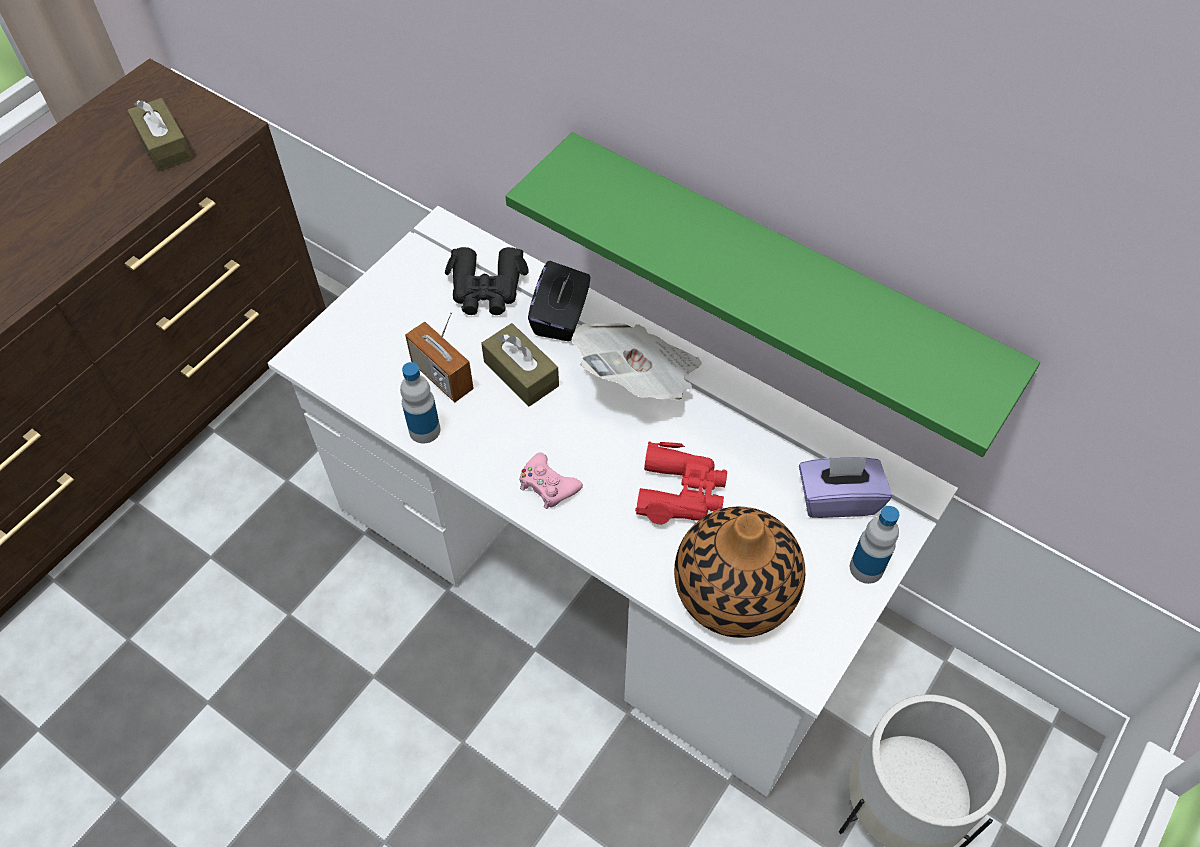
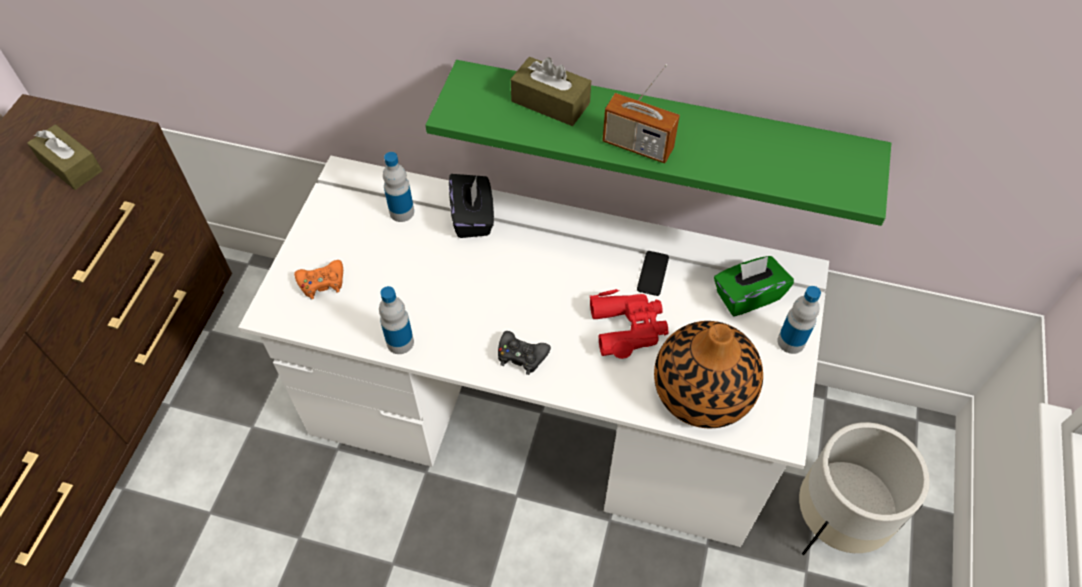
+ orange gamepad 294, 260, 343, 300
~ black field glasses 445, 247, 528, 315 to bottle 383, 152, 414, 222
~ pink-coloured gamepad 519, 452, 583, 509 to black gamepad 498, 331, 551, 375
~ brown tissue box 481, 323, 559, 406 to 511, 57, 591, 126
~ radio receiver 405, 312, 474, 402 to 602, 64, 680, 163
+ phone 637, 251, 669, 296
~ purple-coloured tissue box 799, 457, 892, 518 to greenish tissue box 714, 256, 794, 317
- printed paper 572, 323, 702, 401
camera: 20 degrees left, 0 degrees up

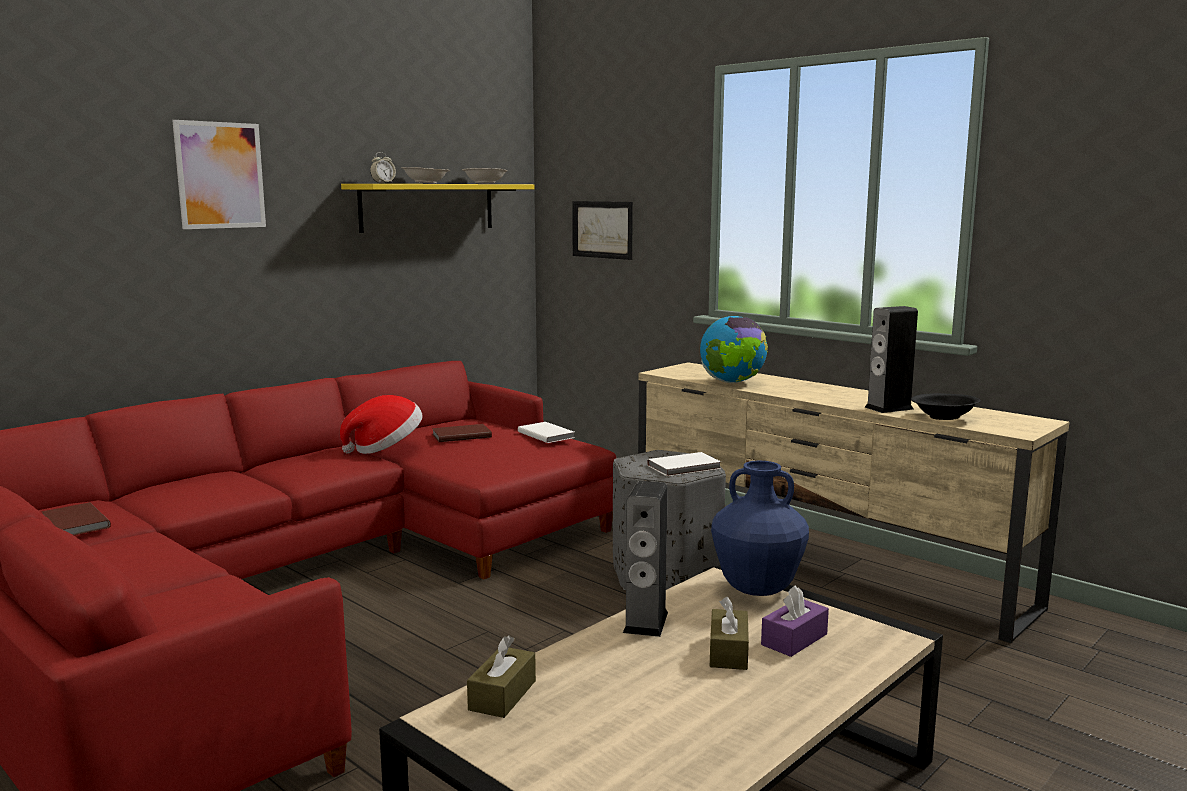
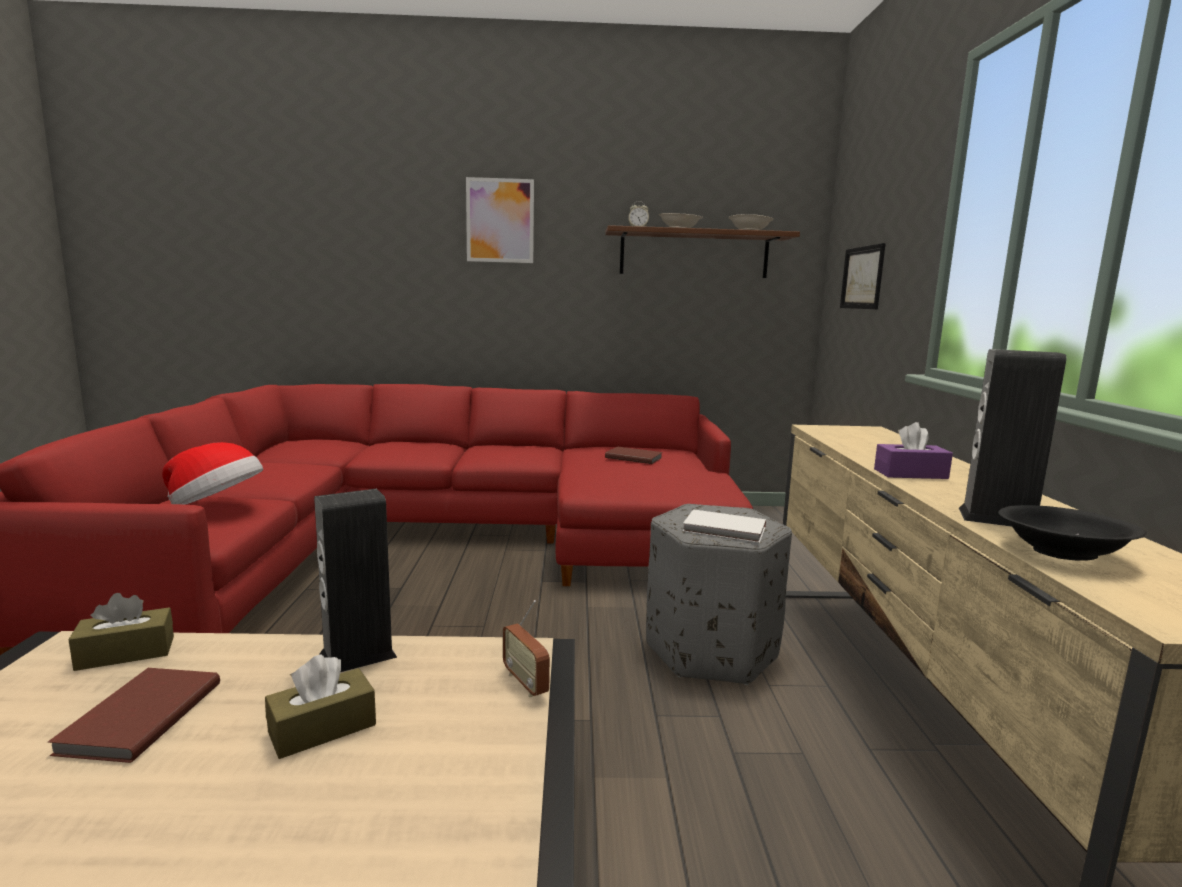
~ brown bound book 42, 502, 111, 535 to 48, 668, 220, 763
~ clothing hat 340, 395, 423, 454 to 162, 442, 263, 505
~ blue-coloured flower vase 711, 461, 809, 596 to radio receiver 503, 600, 550, 697
~ yellow bracket shelf 341, 184, 534, 233 to brown bracket shelf 605, 225, 800, 278
~ purple-coloured tissue box 761, 585, 829, 657 to 874, 422, 953, 479
- white bound book 518, 422, 575, 443
- desk globe 700, 316, 768, 383
camera: 45 degrees right, 0 degrees up

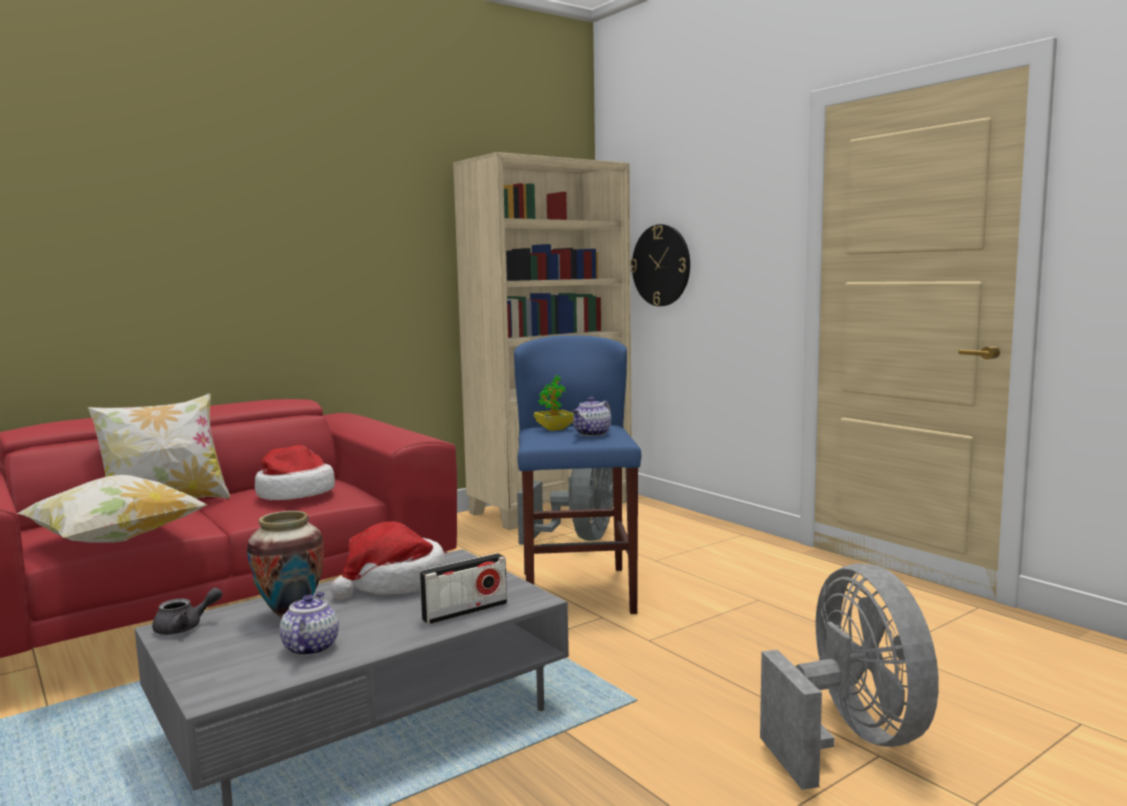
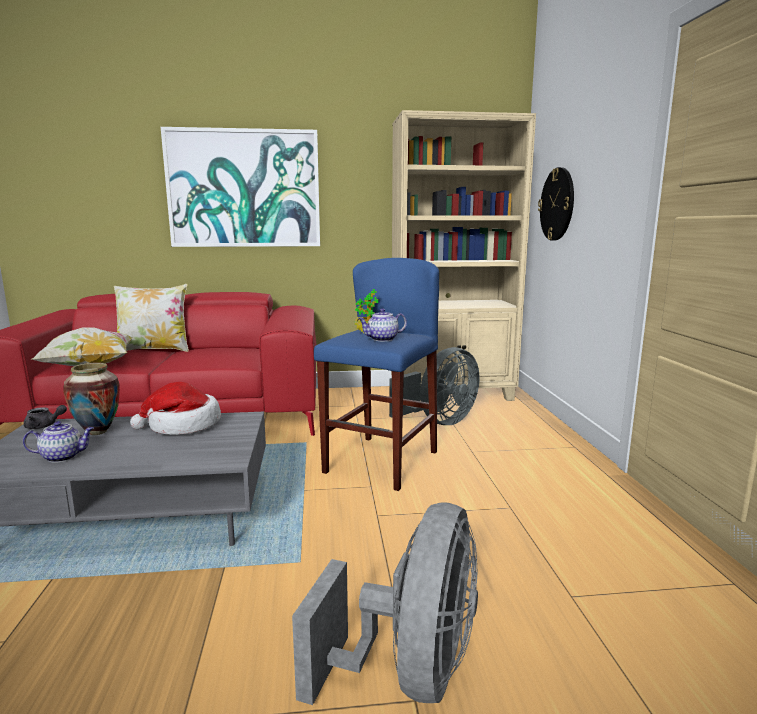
~ teapot 280, 592, 339, 656 = 23, 421, 94, 463 45 degrees clockwise
+ wall picture 161, 127, 320, 247
- clothing hat 255, 445, 335, 500
- radio receiver 419, 553, 507, 625
camera: 30 degrees right, 5 degrees up

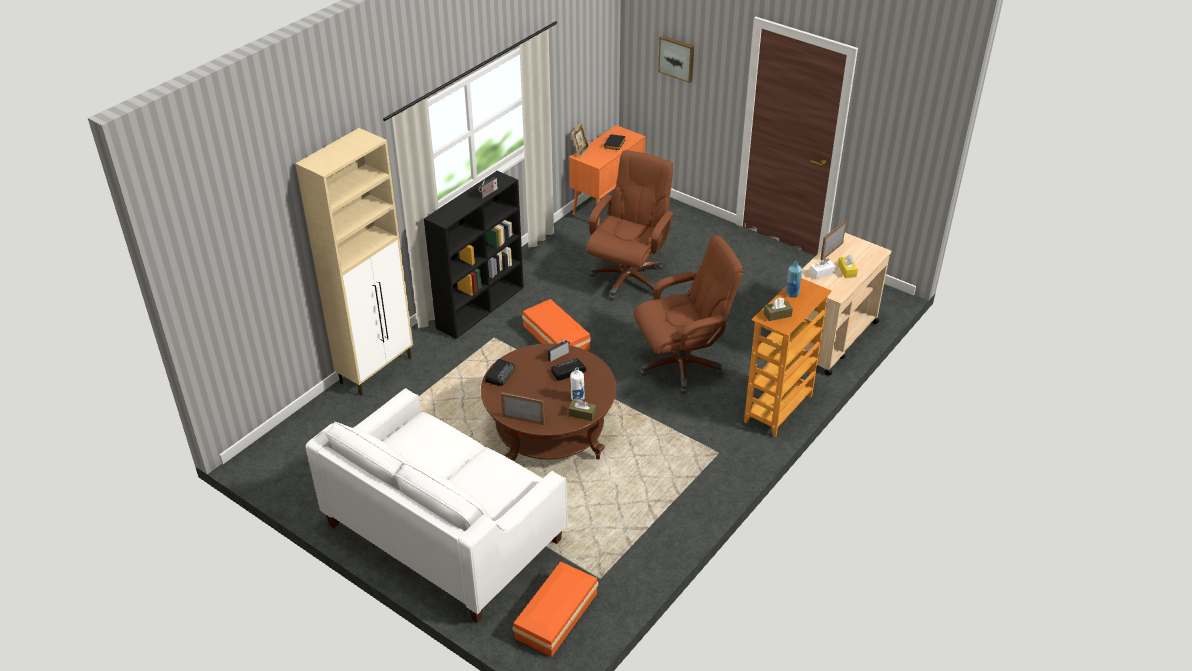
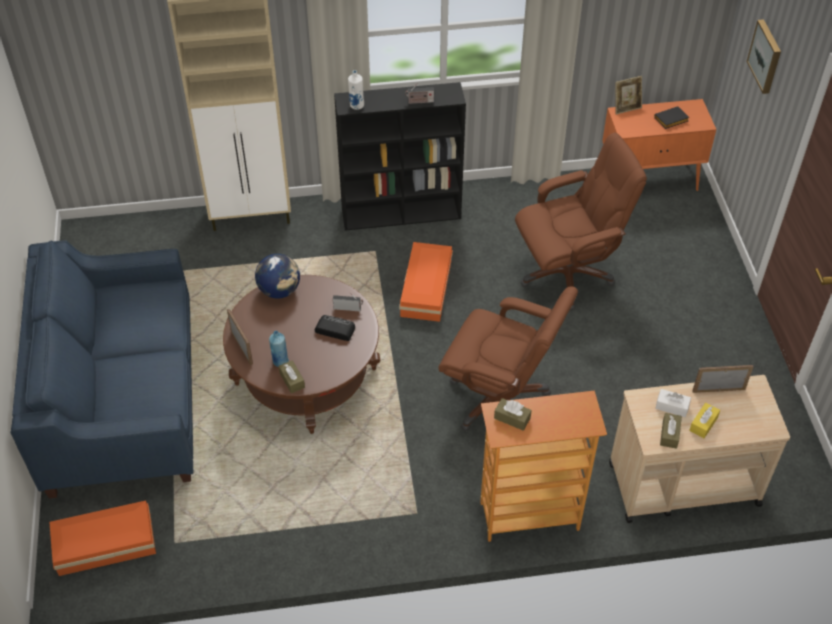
~ white couch 305, 388, 568, 623 to blue-coloured couch 11, 240, 193, 498
~ radio receiver 485, 359, 515, 386 to desk globe 255, 254, 300, 299
~ blue-coloured bottle 786, 261, 802, 297 to 269, 331, 289, 367
~ white bottle 570, 368, 585, 401 to 348, 70, 364, 110
+ brown tissue box 660, 413, 682, 449
camera: 45 degrees right, 10 degrees up

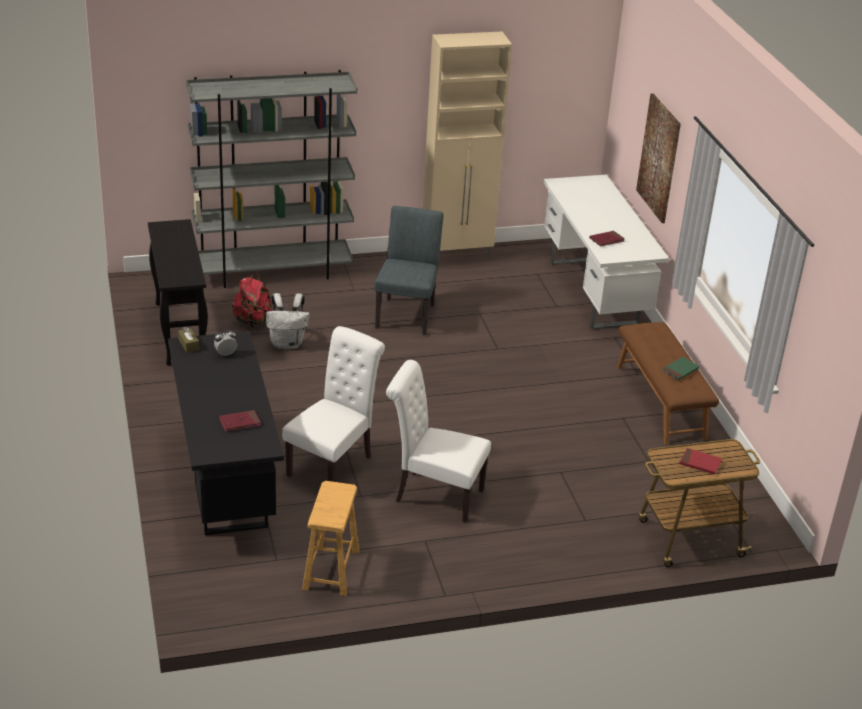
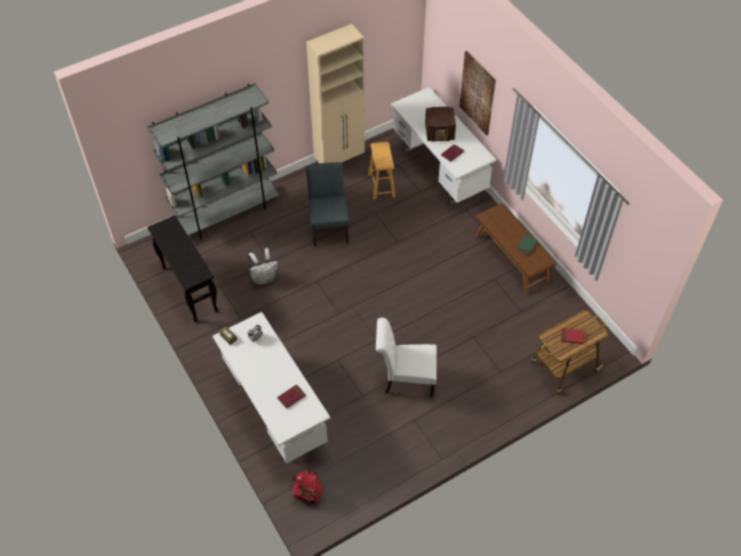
~ black desk table 168, 331, 284, 536 to white desk table 213, 312, 330, 464
~ reddish backpack 232, 273, 272, 327 to 290, 470, 323, 505
~ brown stool seat 302, 481, 359, 596 to 368, 142, 396, 199
+ radio receiver 425, 106, 456, 142
- white plain chair 282, 326, 385, 482
camera: 15 degrees left, 20 degrees up

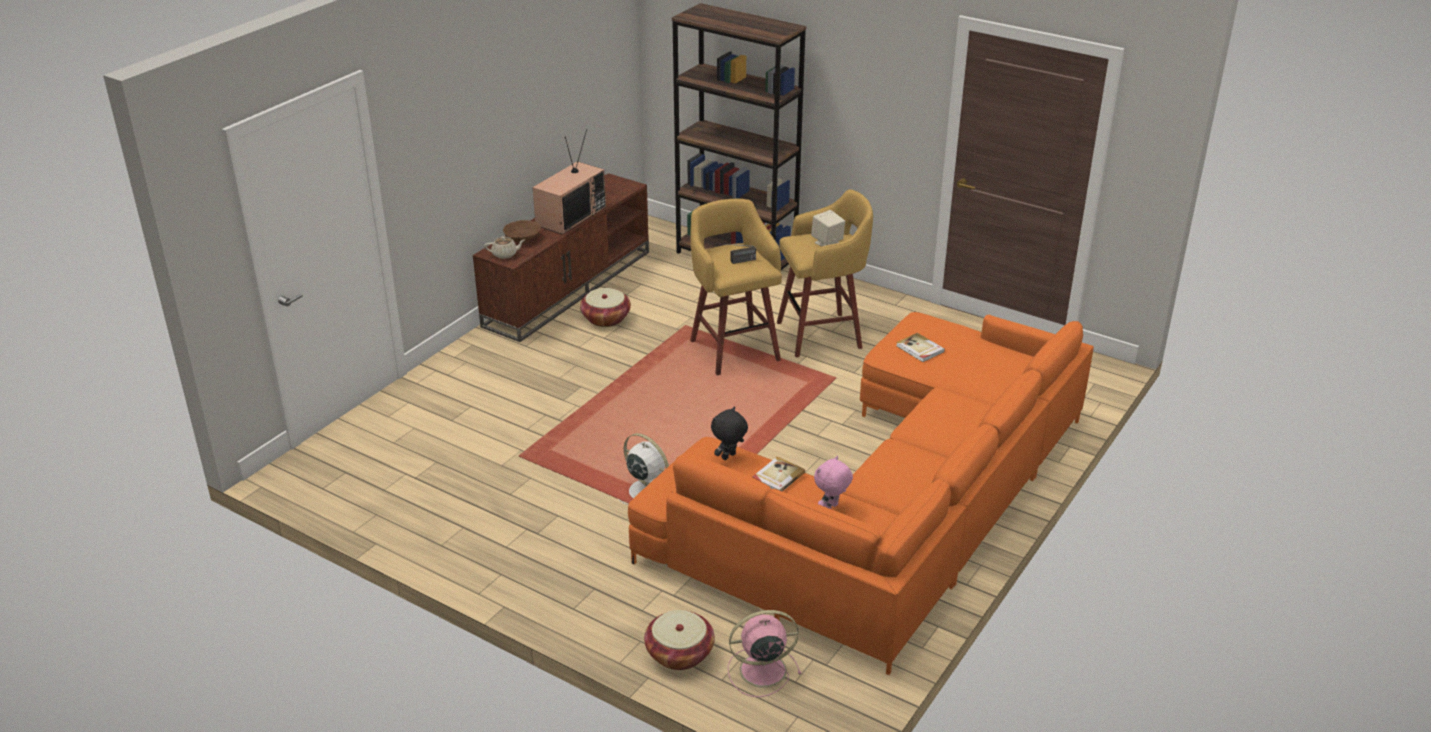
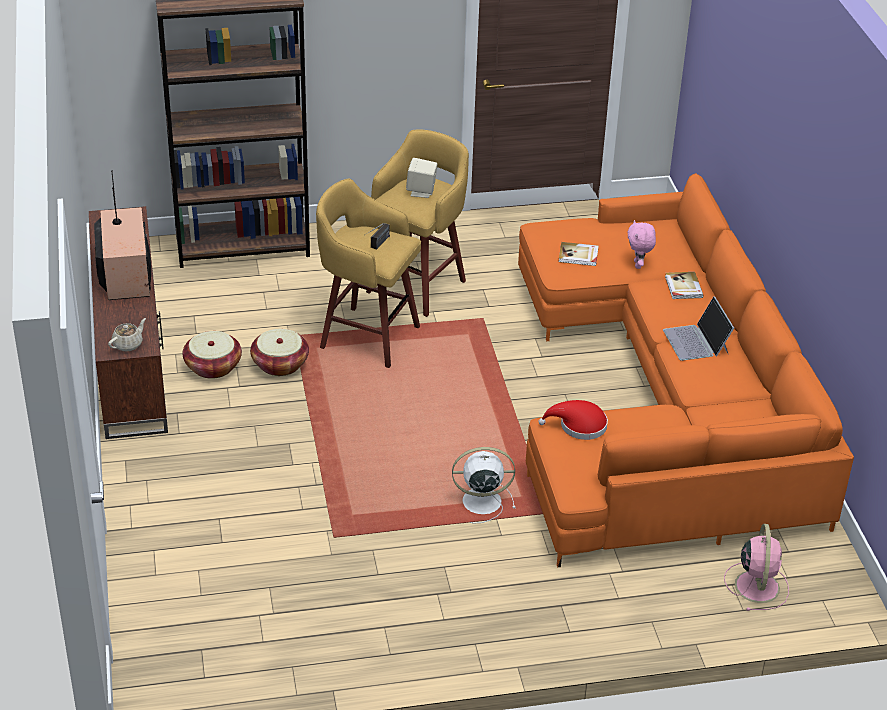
~ storage basket 644, 610, 715, 670 to 250, 329, 309, 376
~ black plush toy 711, 407, 748, 460 to reddish clothing hat 538, 400, 608, 440
~ pink-coloured plush toy 814, 456, 853, 509 to 627, 220, 656, 269
+ portable computer 663, 296, 734, 361
~ bound book 752, 456, 805, 492 to 665, 272, 704, 299
~ pink-coloured cooling fan 728, 610, 802, 697 = 724, 524, 789, 611 150 degrees clockwise
- brown serving bowl 503, 220, 541, 242
camera: 45 degrees left, 5 degrees up

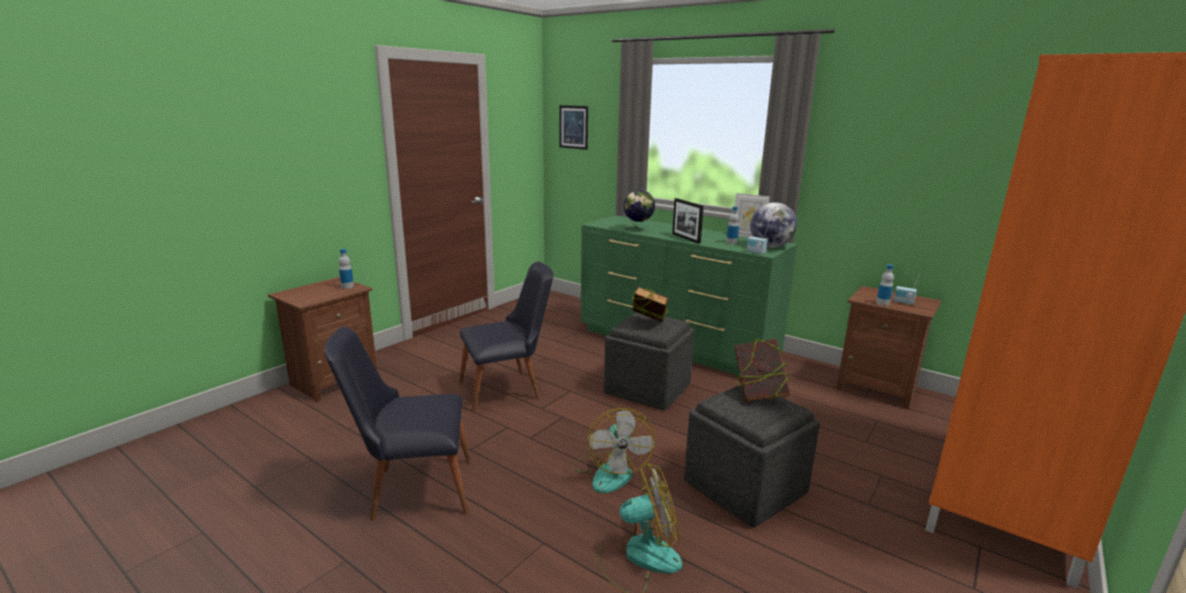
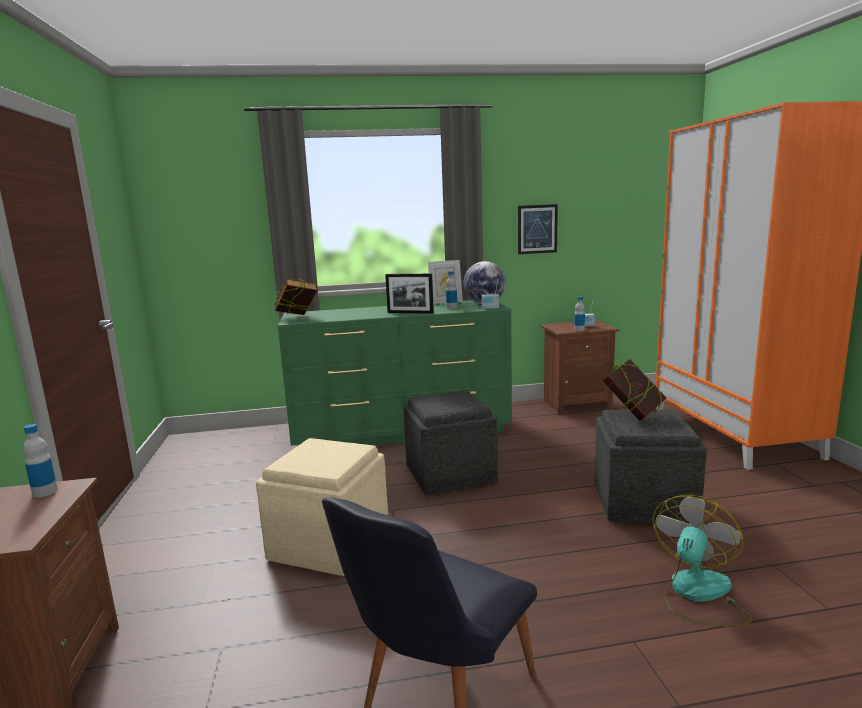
~ black plain chair 459, 262, 553, 413 to beige ottoman 256, 438, 388, 576
~ bound book 632, 287, 668, 322 to 275, 279, 318, 315
~ wall picture 559, 105, 588, 150 to 518, 204, 558, 254
- cooling fan 572, 408, 655, 493
- desk globe 624, 190, 655, 231
camera: 45 degrees left, 5 degrees down

